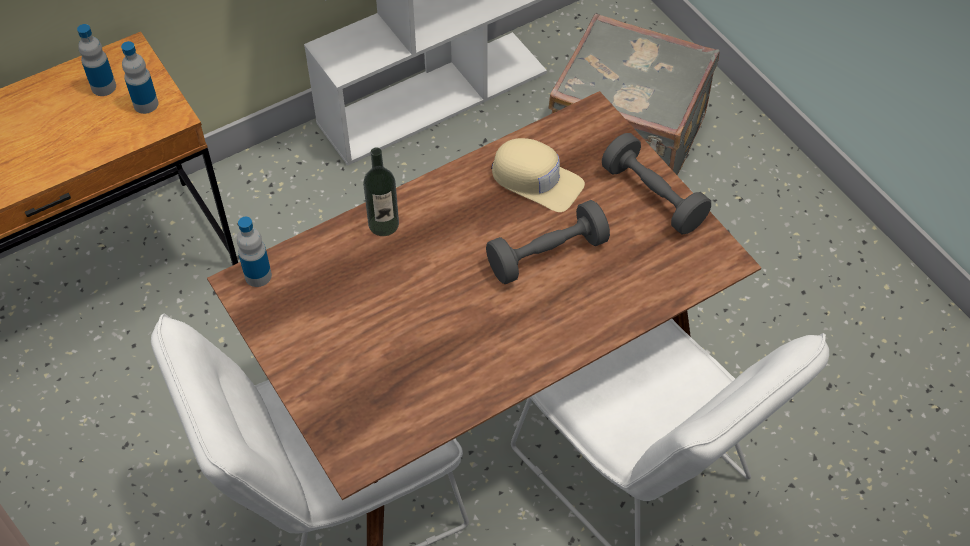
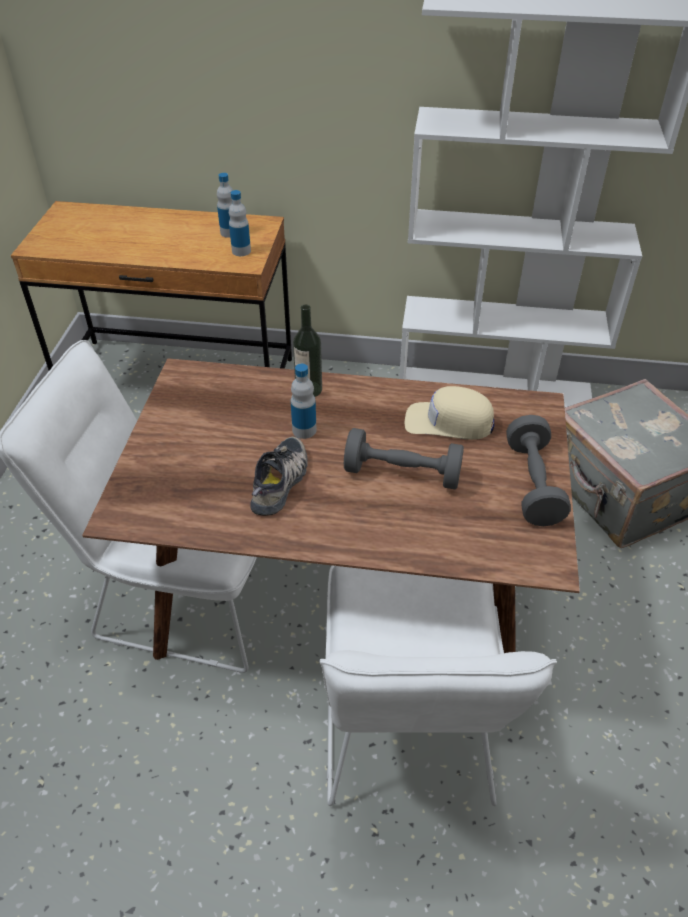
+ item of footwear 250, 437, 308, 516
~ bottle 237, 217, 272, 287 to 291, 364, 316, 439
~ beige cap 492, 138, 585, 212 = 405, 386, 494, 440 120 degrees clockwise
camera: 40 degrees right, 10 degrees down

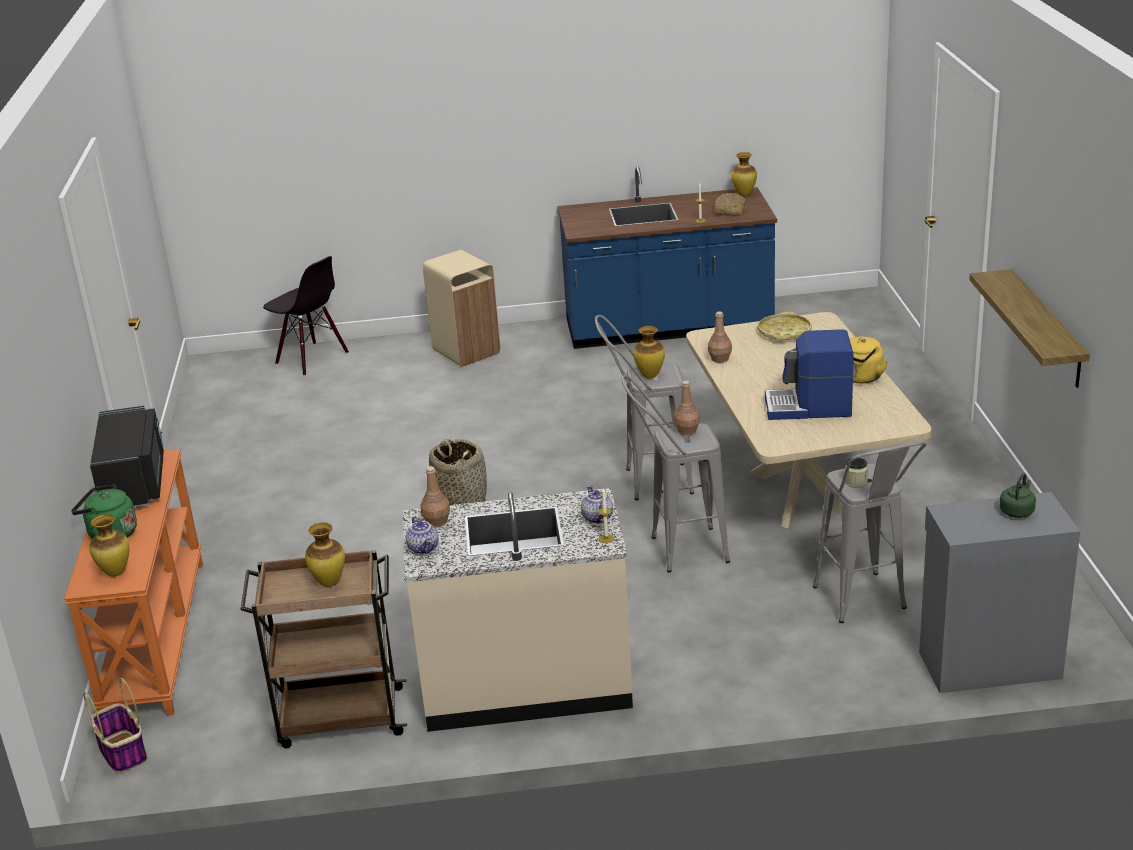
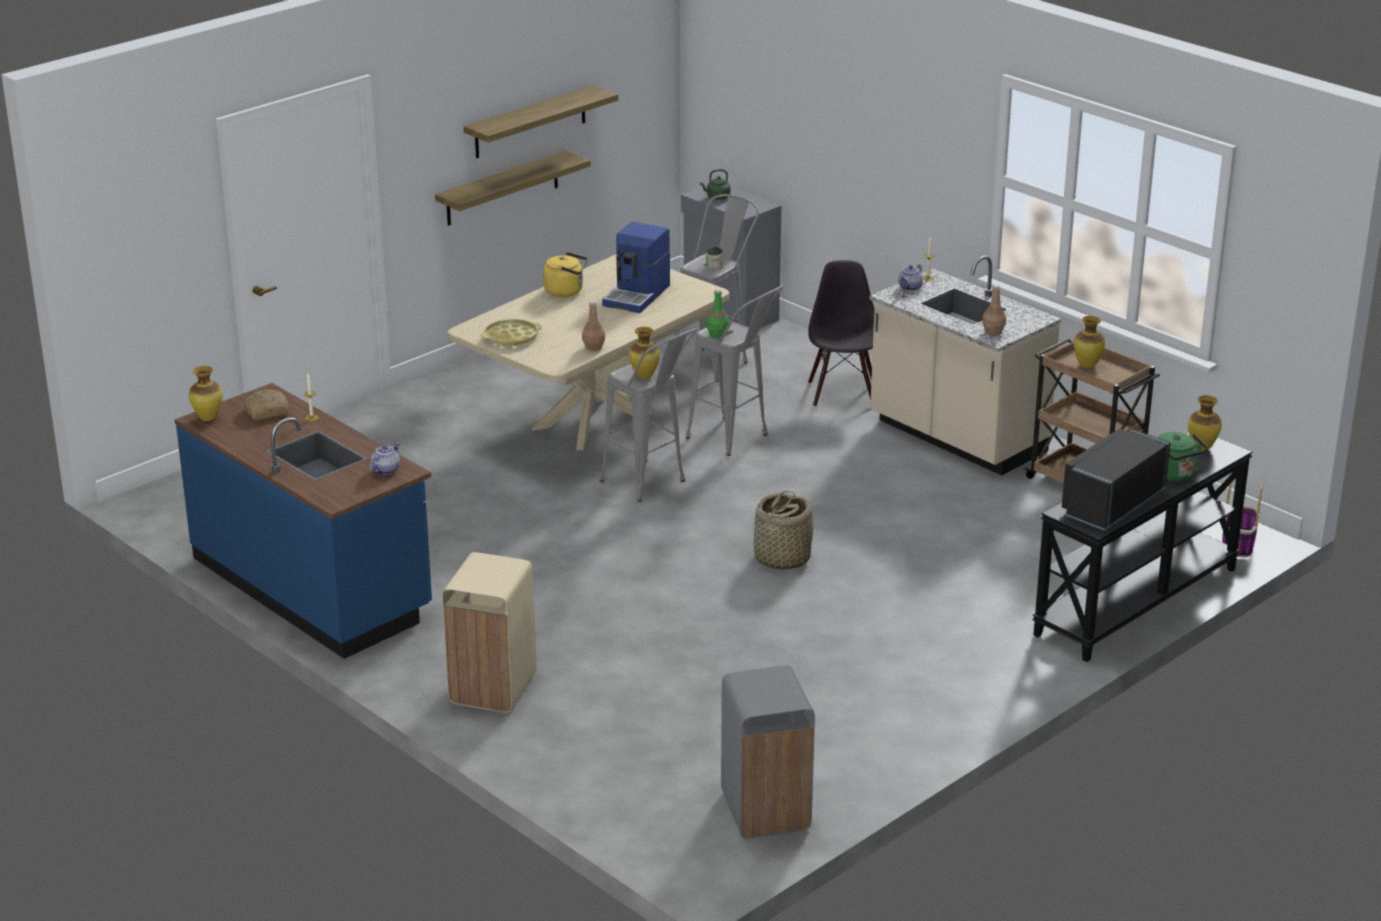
~ teapot 406, 516, 439, 554 to 370, 442, 400, 475
+ bracket shelf 464, 85, 619, 158
~ coffee brewer 765, 329, 854, 420 = 602, 222, 670, 313 60 degrees clockwise
~ brown bottle 674, 381, 700, 435 to greenish bottle 706, 289, 729, 338
+ greyish trash can 721, 665, 815, 838
~ black plain chair 263, 256, 349, 376 to 808, 260, 874, 407
~ orange narrow table 64, 449, 203, 716 to black narrow table 1032, 432, 1253, 662
camera: 130 degrees left, 0 degrees up

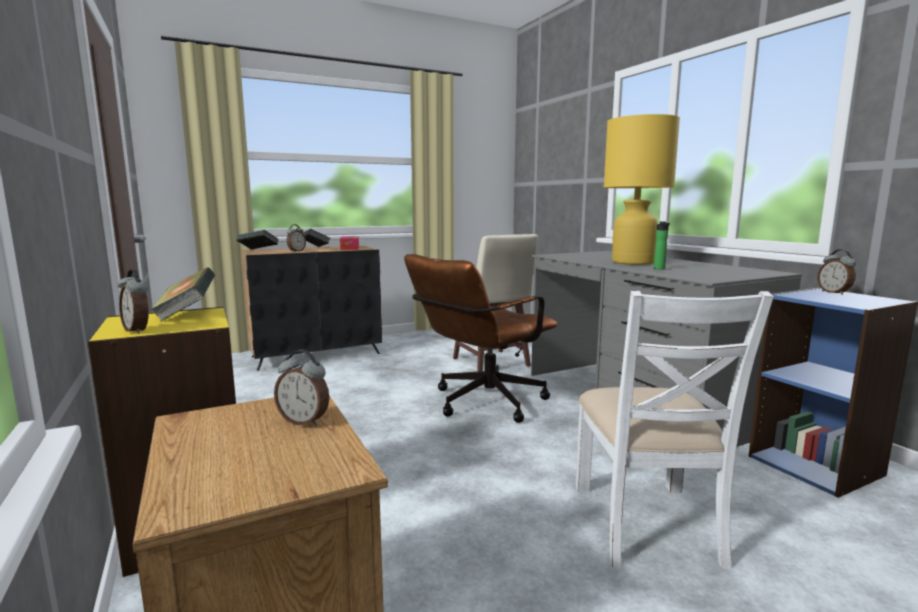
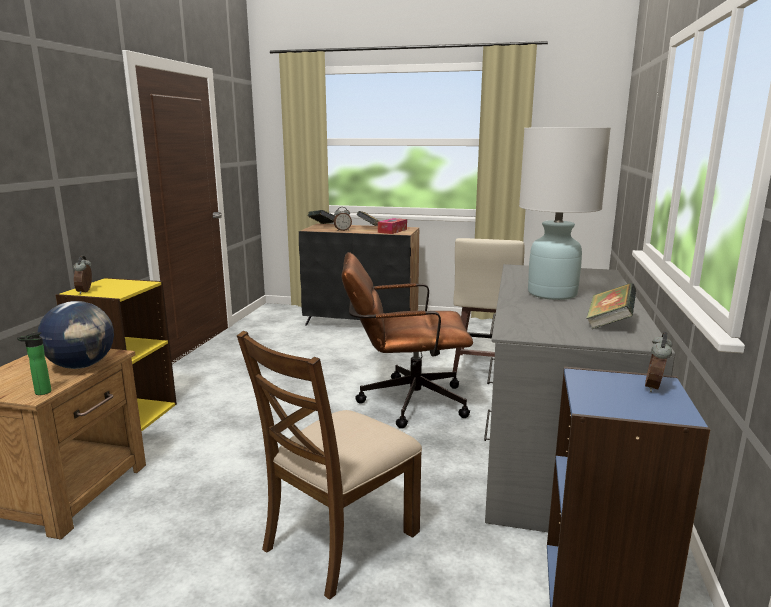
~ bottle 654, 221, 670, 269 to 17, 332, 51, 395
~ table clock 274, 350, 329, 426 to desk globe 37, 301, 114, 369
~ white plain chair 576, 291, 774, 569 to brown plain chair 237, 331, 422, 600
~ yellow lamp for a table 604, 114, 680, 265 to white lamp for a table 519, 127, 611, 300
~ bound book 150, 267, 215, 321 to 586, 283, 636, 329
camera: 40 degrees right, 5 degrees up

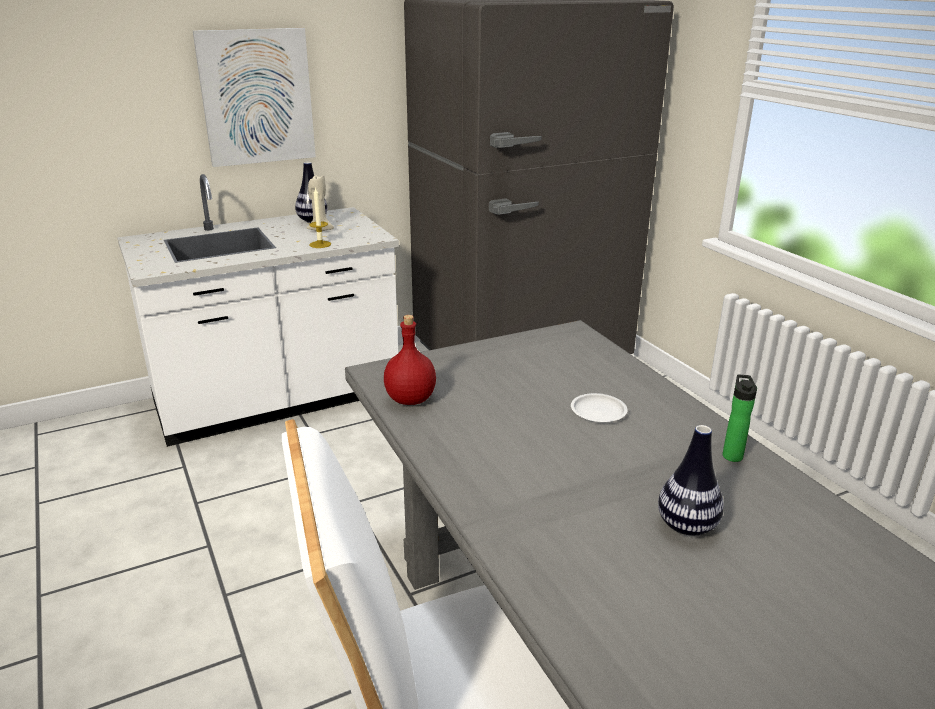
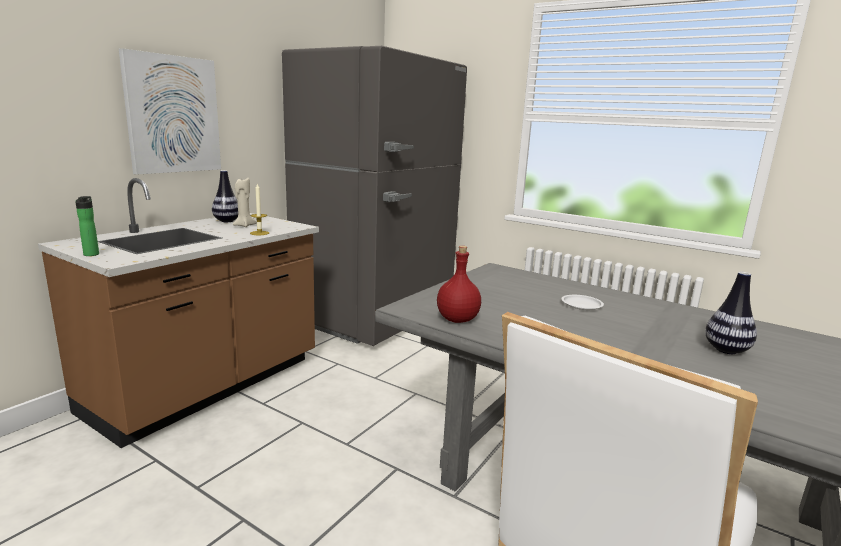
~ white kitchen counter 117, 174, 399, 447 to brown kitchen counter 38, 178, 319, 448
~ bottle 722, 375, 757, 462 to 75, 196, 99, 256
camera: 30 degrees left, 10 degrees down

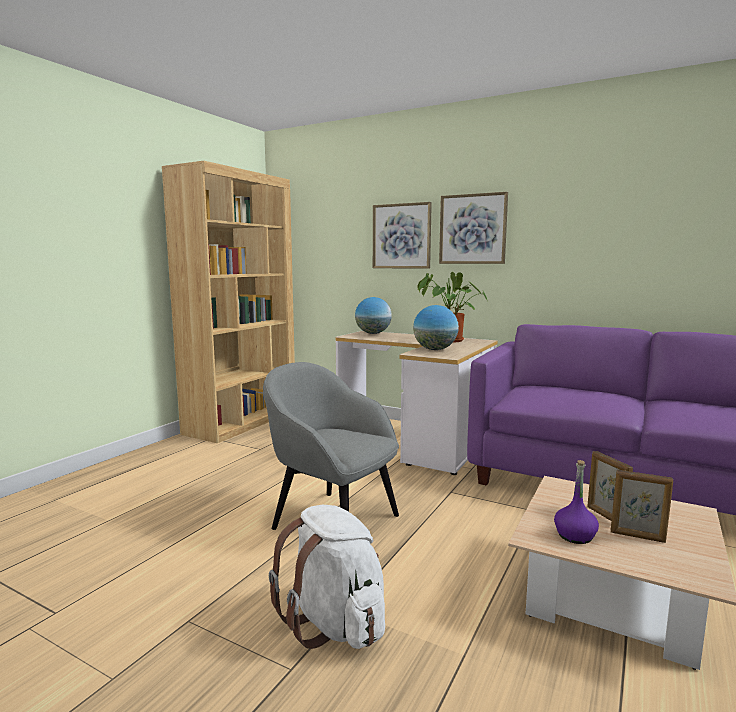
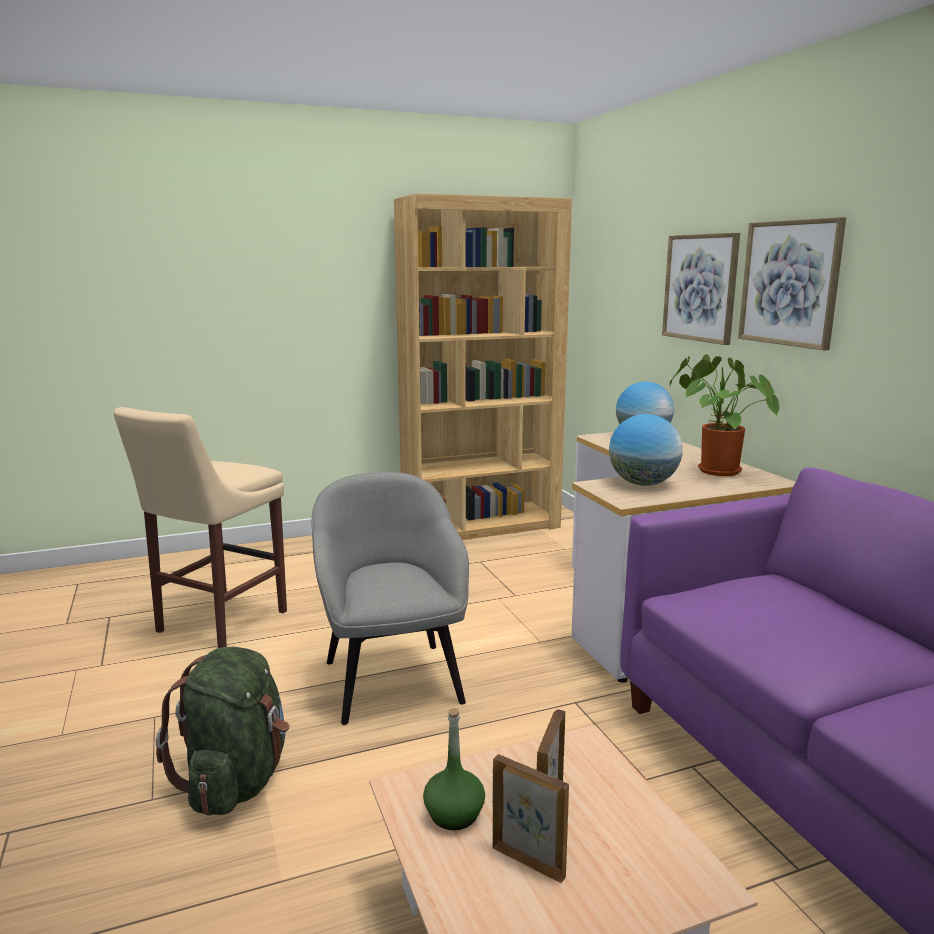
+ beige stool seat 114, 407, 287, 648
~ white backpack 269, 505, 385, 649 to greenish backpack 156, 647, 290, 816
~ purple-coloured bottle 554, 460, 599, 544 to greenish bottle 423, 708, 485, 830
~ picture frame 611, 470, 673, 543 = 493, 754, 569, 883 150 degrees clockwise
camera: 40 degrees right, 5 degrees up

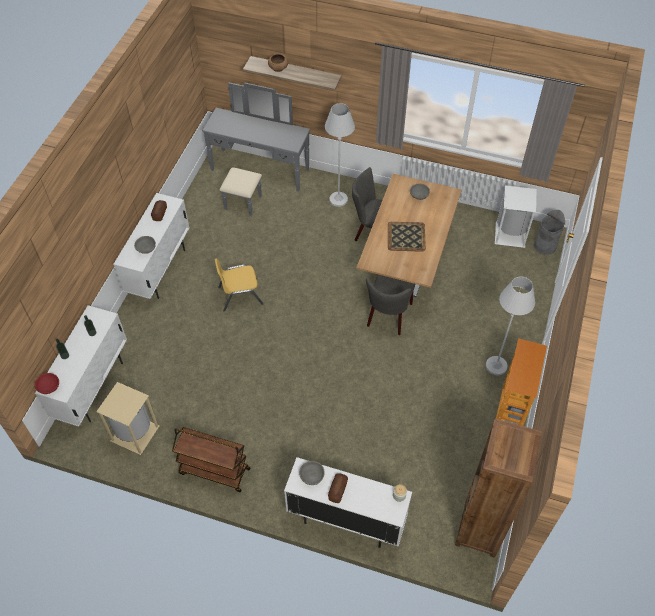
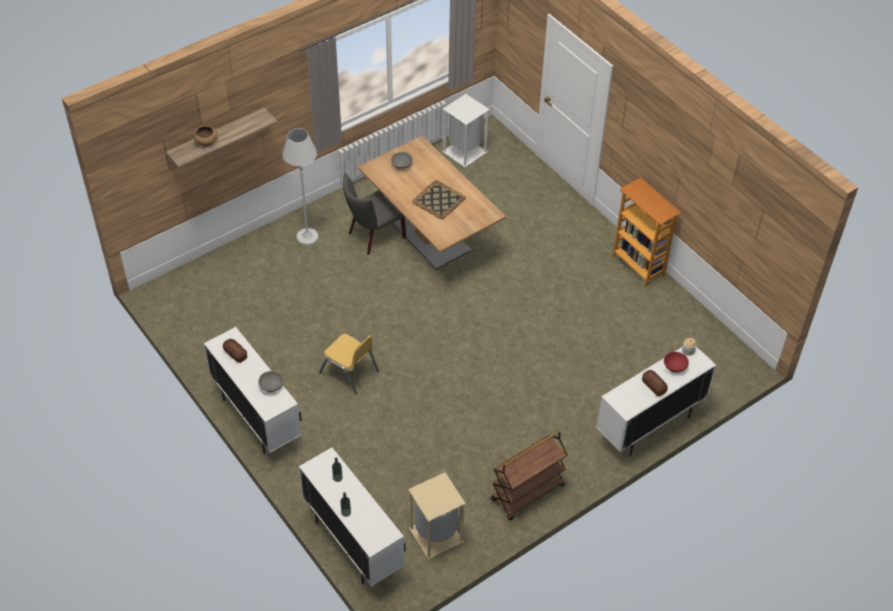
~ yellow plain chair 215, 258, 264, 311 = 319, 334, 379, 394 75 degrees counterclockwise
~ reddish serving bowl 35, 373, 59, 394 to 664, 352, 689, 373
- greyish chest of drawers 202, 82, 310, 216
- greyish serving bowl 299, 461, 325, 485
- greyish plain chair 366, 275, 415, 335
- brown shelving unit 455, 418, 542, 558
- white floor lamp 486, 276, 535, 375
- greyish trash can 534, 210, 565, 255
camera: 55 degrees left, 5 degrees down

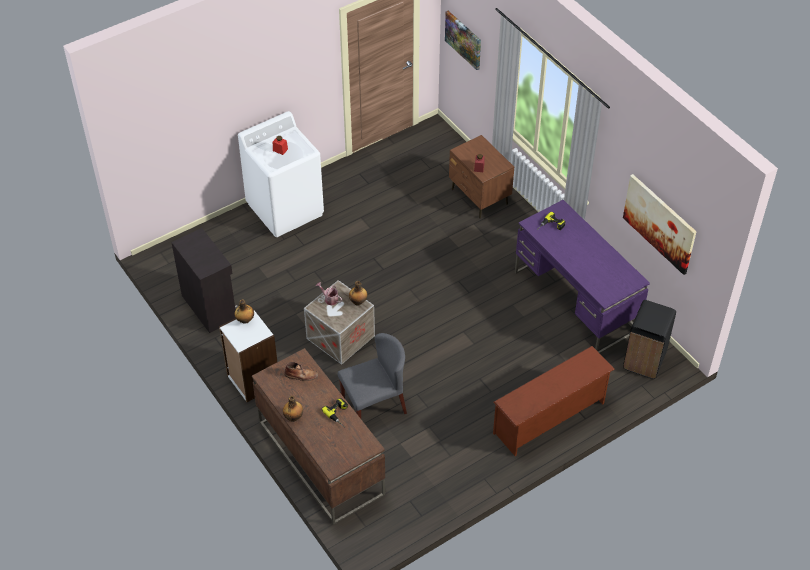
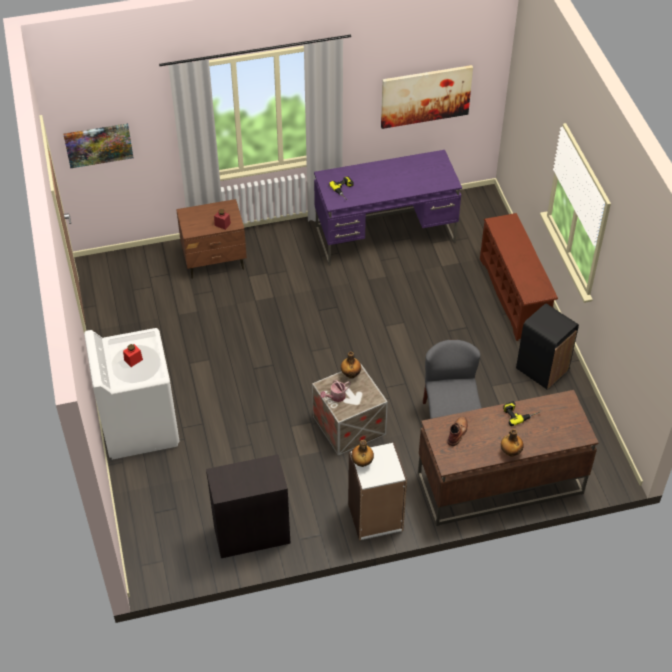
~ black trash can 623, 300, 676, 379 to 516, 303, 579, 390
camera: 70 degrees left, 0 degrees up

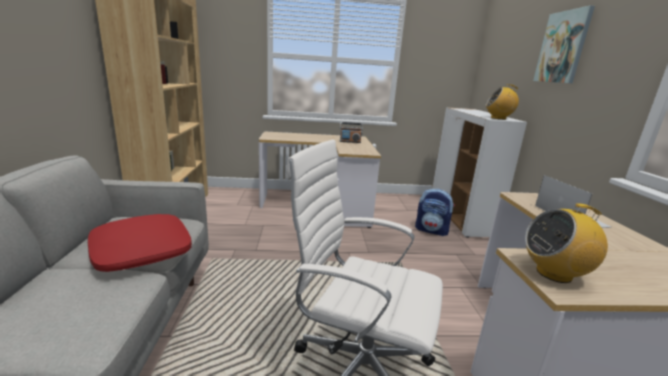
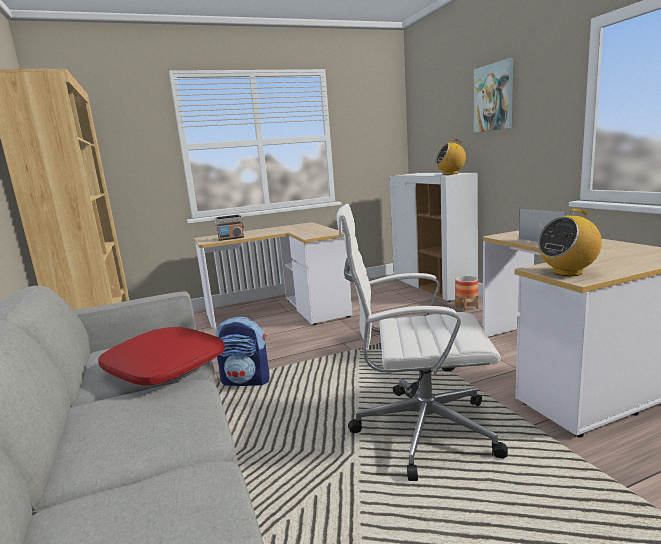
~ radio receiver 340, 122, 363, 143 to 214, 214, 244, 241
~ backpack 415, 189, 455, 236 to 215, 317, 270, 386
+ plant pot 455, 276, 479, 311
camera: 15 degrees left, 5 degrees down

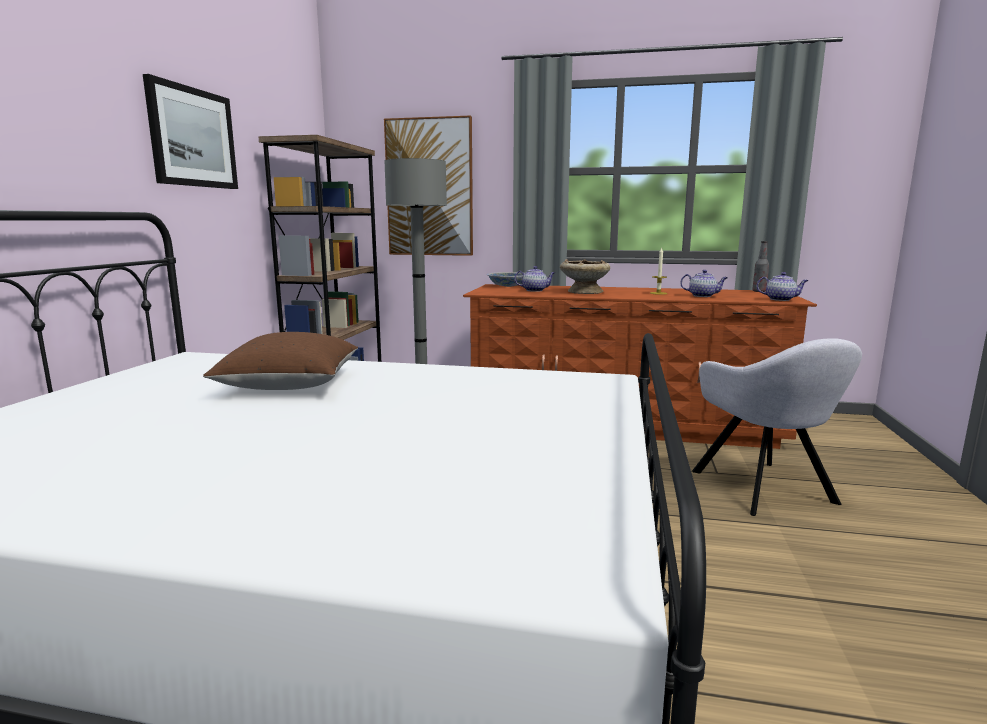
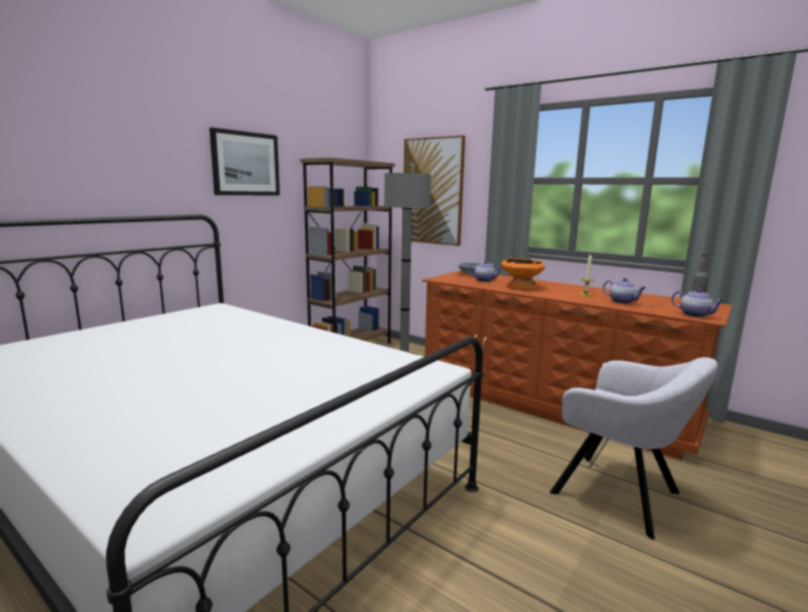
~ beige serving bowl 560, 259, 610, 294 to orange serving bowl 501, 257, 545, 289
~ greyish easy chair 692, 338, 862, 516 = 550, 357, 718, 540 60 degrees counterclockwise
- brown throw pillow 203, 332, 358, 390
camera: 25 degrees right, 0 degrees up

